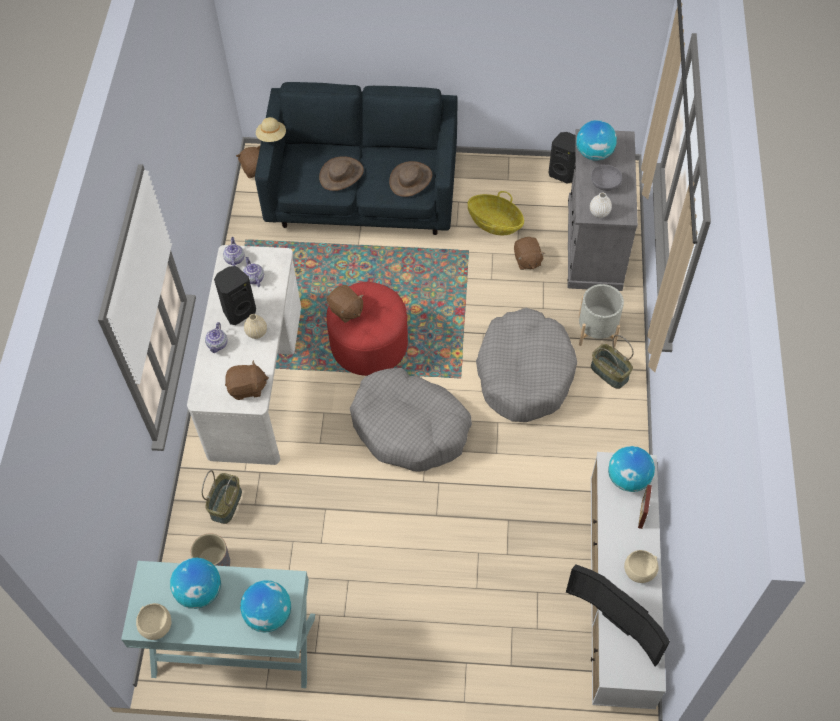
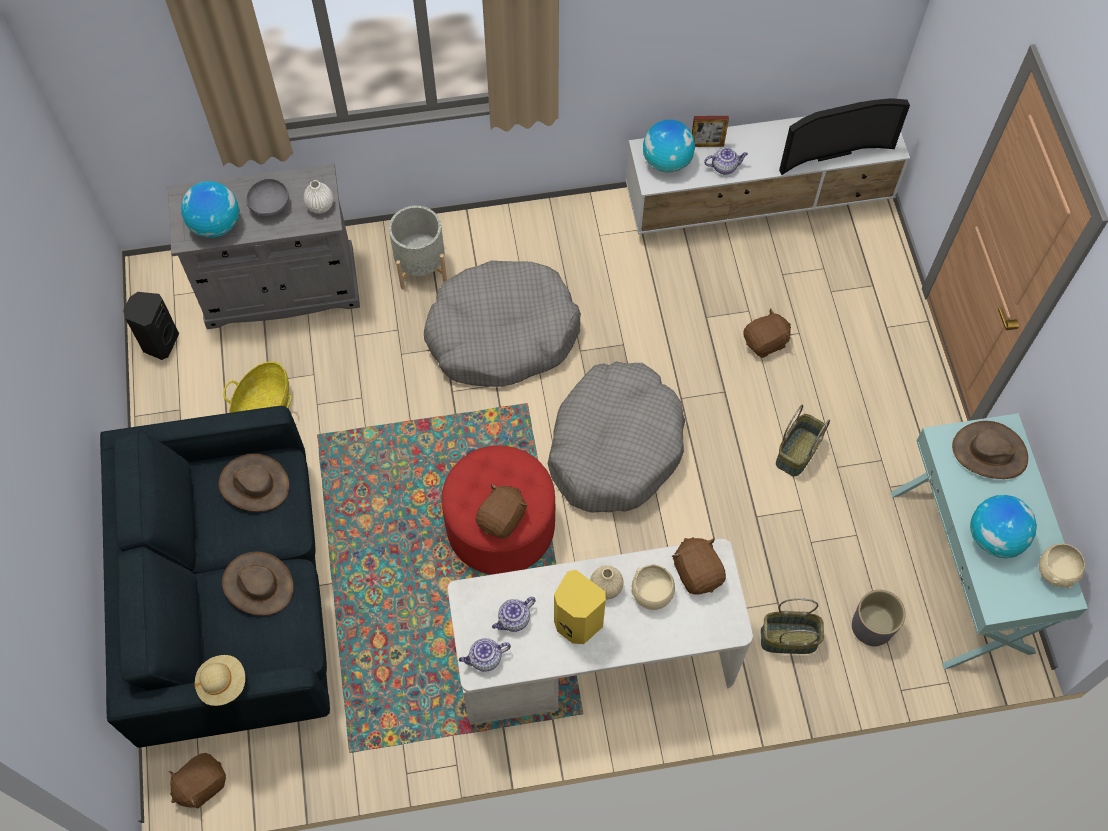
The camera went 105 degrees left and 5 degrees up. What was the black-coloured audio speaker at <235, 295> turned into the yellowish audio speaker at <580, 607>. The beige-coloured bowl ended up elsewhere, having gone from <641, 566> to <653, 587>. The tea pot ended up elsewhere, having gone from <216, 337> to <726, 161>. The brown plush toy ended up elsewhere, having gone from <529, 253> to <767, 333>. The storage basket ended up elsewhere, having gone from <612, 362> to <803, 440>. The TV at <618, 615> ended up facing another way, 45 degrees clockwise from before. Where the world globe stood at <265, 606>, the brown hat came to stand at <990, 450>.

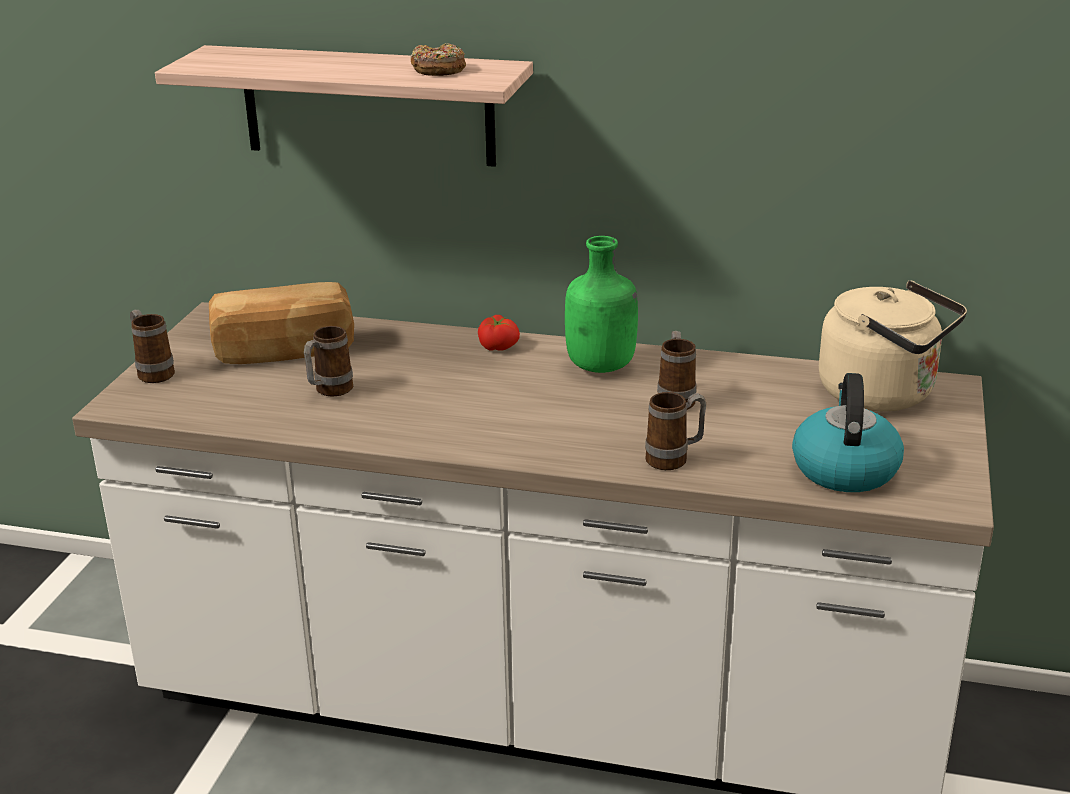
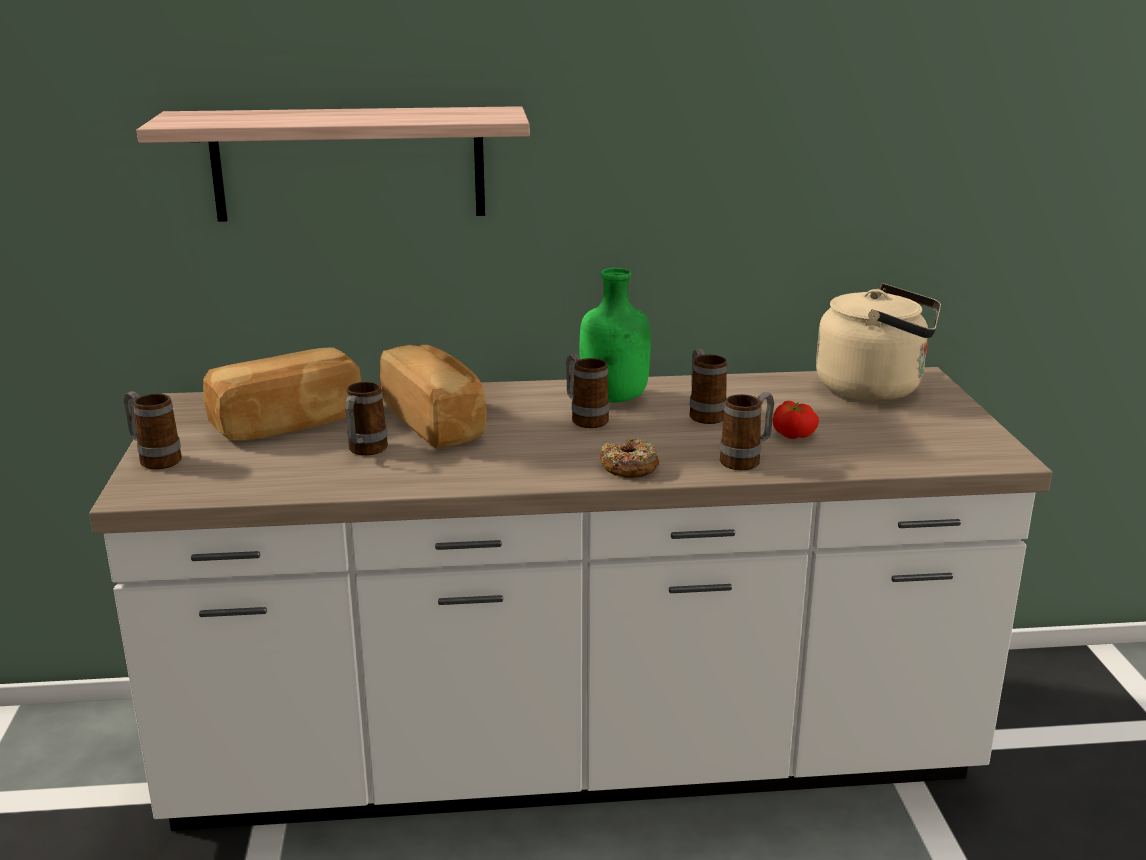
The camera went 20 degrees left and 5 degrees down. The second view gained the bread at <433, 397>. The second view gained the mug at <588, 391>. The ring doughnut ended up elsewhere, having gone from <438, 59> to <629, 458>. The tomato ended up elsewhere, having gone from <499, 333> to <796, 420>. The second view lost the water kettle at <848, 432>.

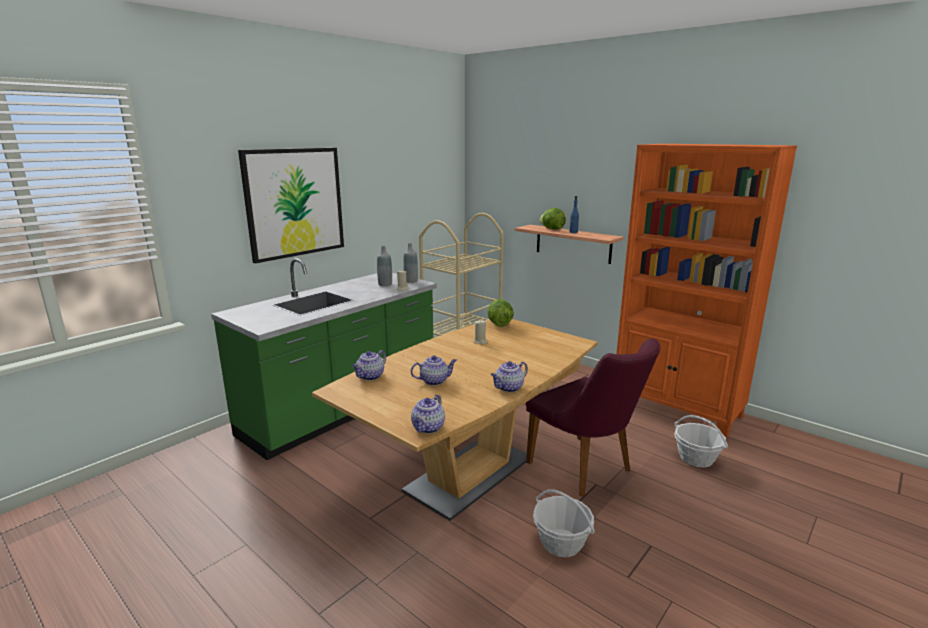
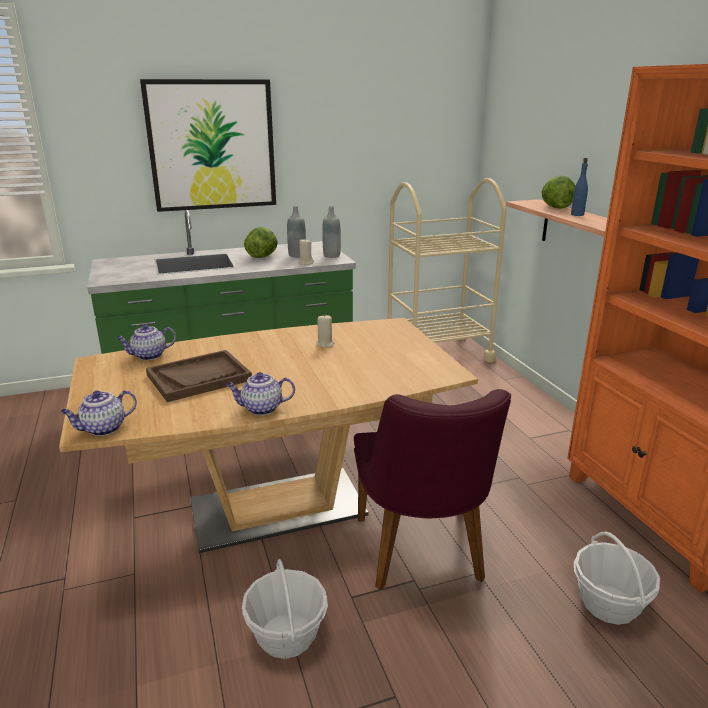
The camera went 30 degrees right and 5 degrees up. Where the tea pot stood at <434, 370>, the brown tray came to stand at <199, 376>. The lettuce head ended up elsewhere, having gone from <501, 313> to <261, 242>.

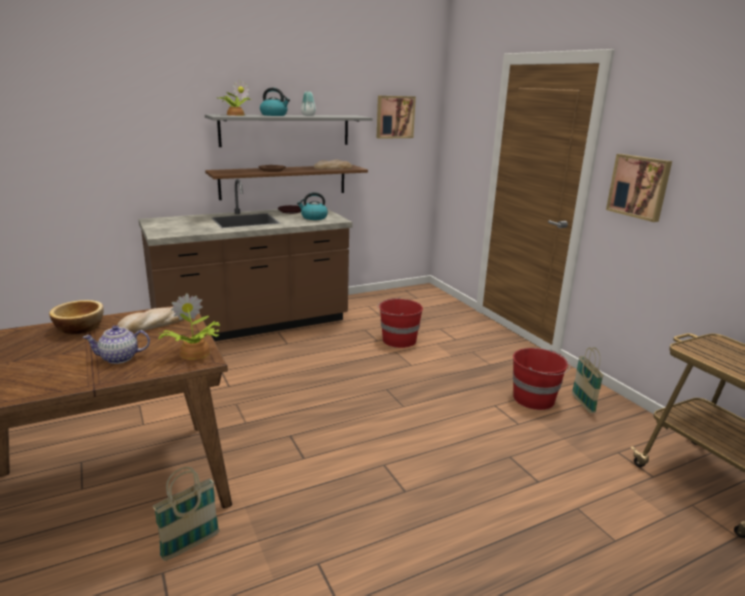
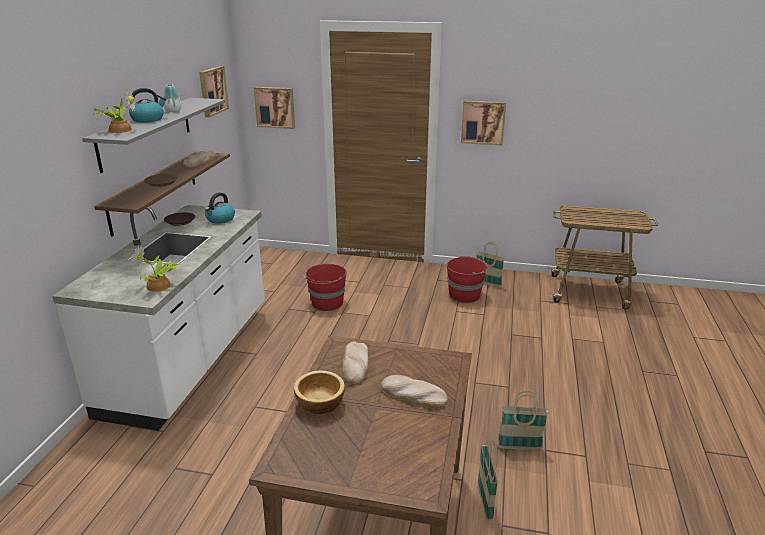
The camera went 50 degrees left and 5 degrees up. What was the brown counter at <245, 260> turned into the white-coloured counter at <158, 318>. The houseplant ended up elsewhere, having gone from <189, 326> to <156, 268>. The second view gained the wall picture at <274, 108>. Where the tea pot stood at <116, 344>, the bread came to stand at <414, 391>. The second view gained the storage basket at <523, 420>.

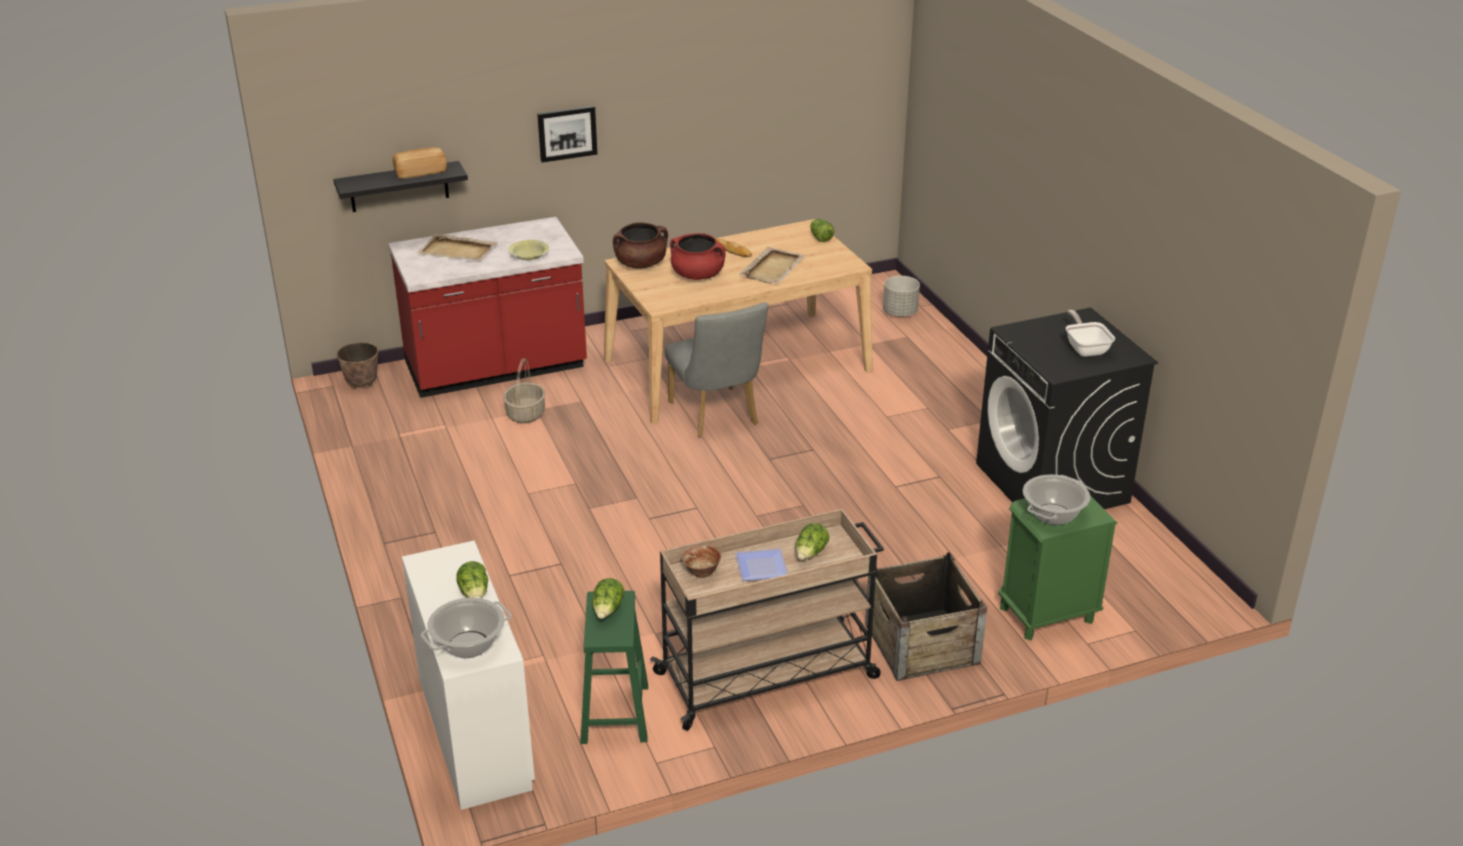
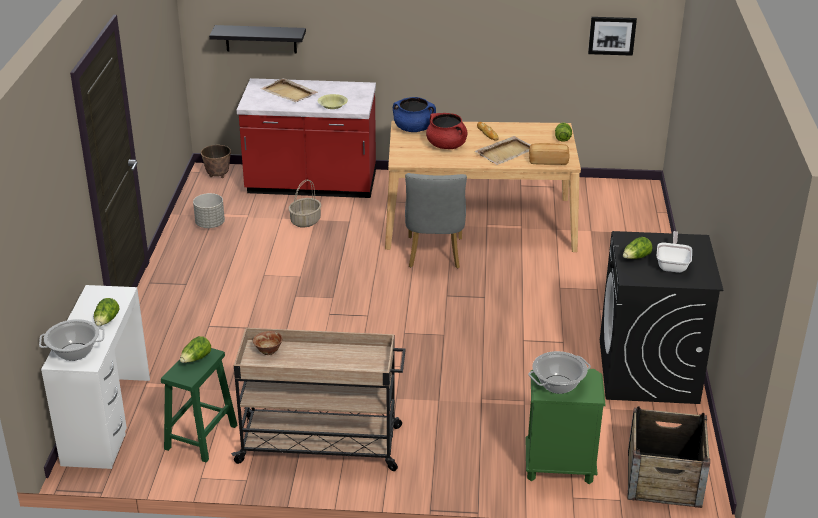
The camera went 25 degrees right and 0 degrees up. The greyish flower pot ended up elsewhere, having gone from <901, 296> to <209, 210>. What was the brown saucepot at <640, 245> turned into the bluish saucepot at <414, 114>. The bread ended up elsewhere, having gone from <420, 163> to <549, 154>. The wall picture ended up elsewhere, having gone from <567, 134> to <612, 36>. The lettuce head ended up elsewhere, having gone from <813, 541> to <637, 248>. The packing crate ended up elsewhere, having gone from <926, 616> to <668, 457>. The second view lost the flat dish at <762, 565>.

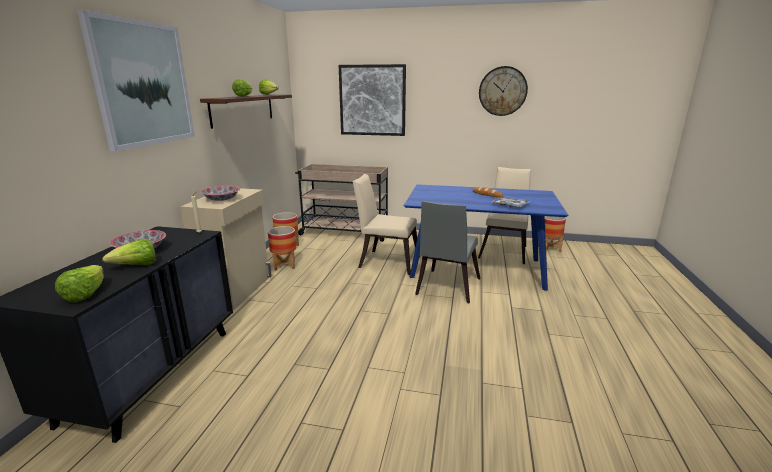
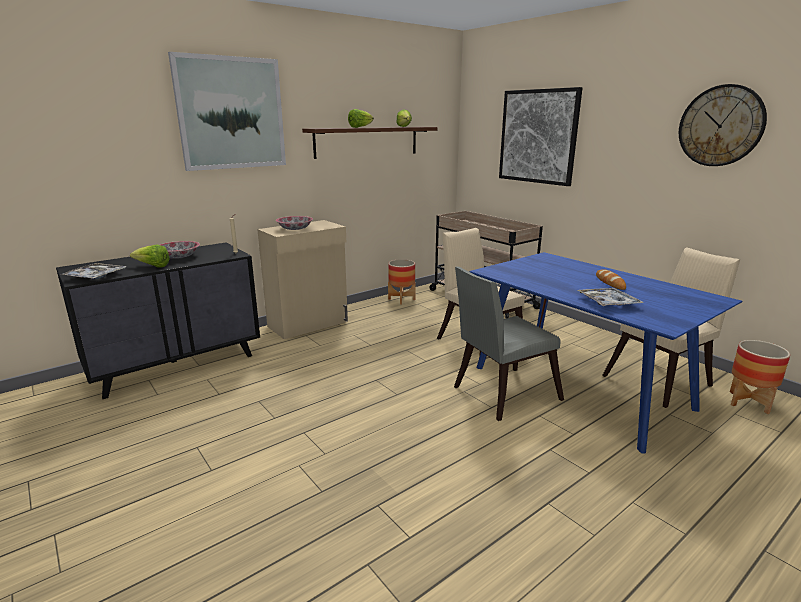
The camera went 40 degrees right and 0 degrees up. Where the lettuce head stood at <79, 283>, the tray came to stand at <94, 271>. The second view lost the flower pot at <282, 248>.

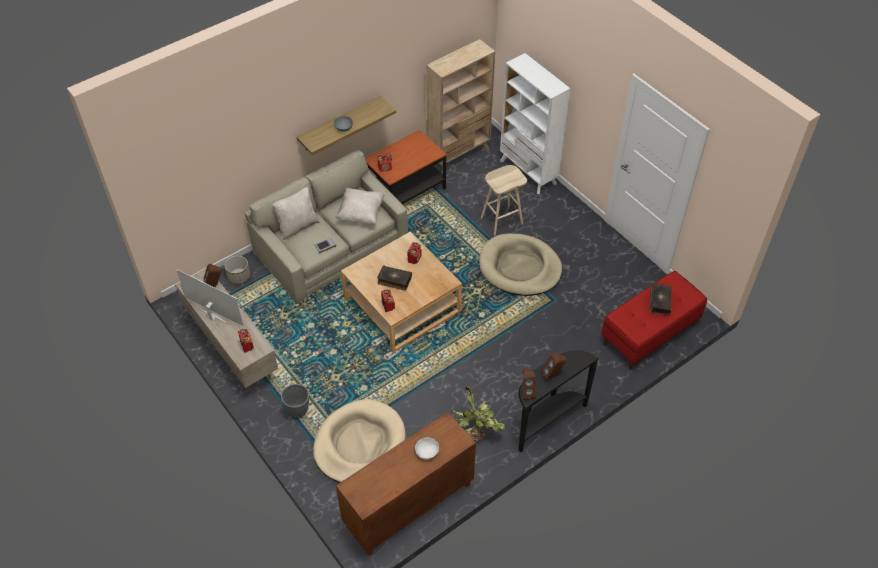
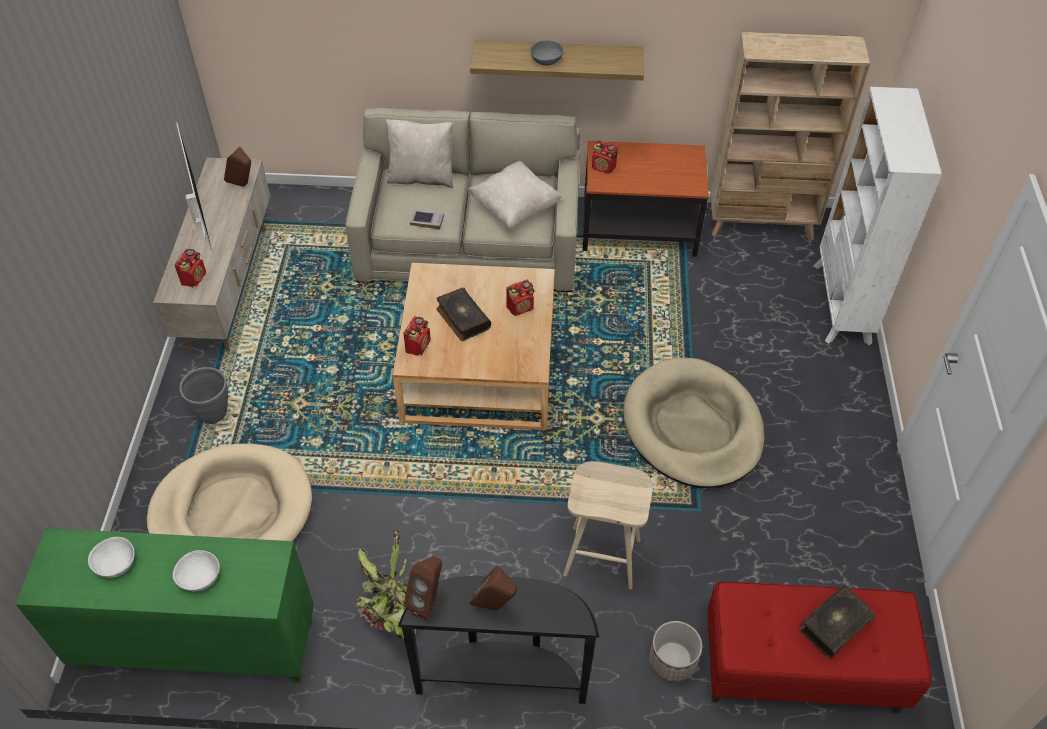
The camera went 40 degrees right and 0 degrees up. What was the brown storage cabinet at <406, 484> turned into the greenish storage cabinet at <164, 605>. The second view gained the white-coloured bowl at <111, 557>. The beige-coloured stool ended up elsewhere, having gone from <504, 200> to <608, 525>. The flower pot ended up elsewhere, having gone from <237, 270> to <675, 651>.

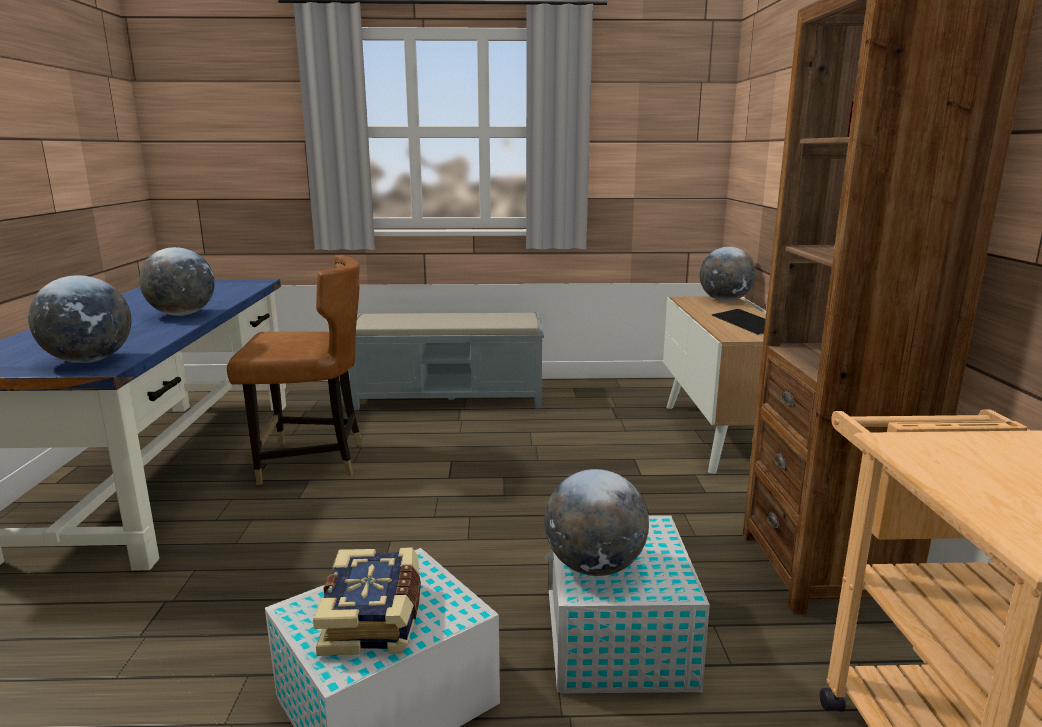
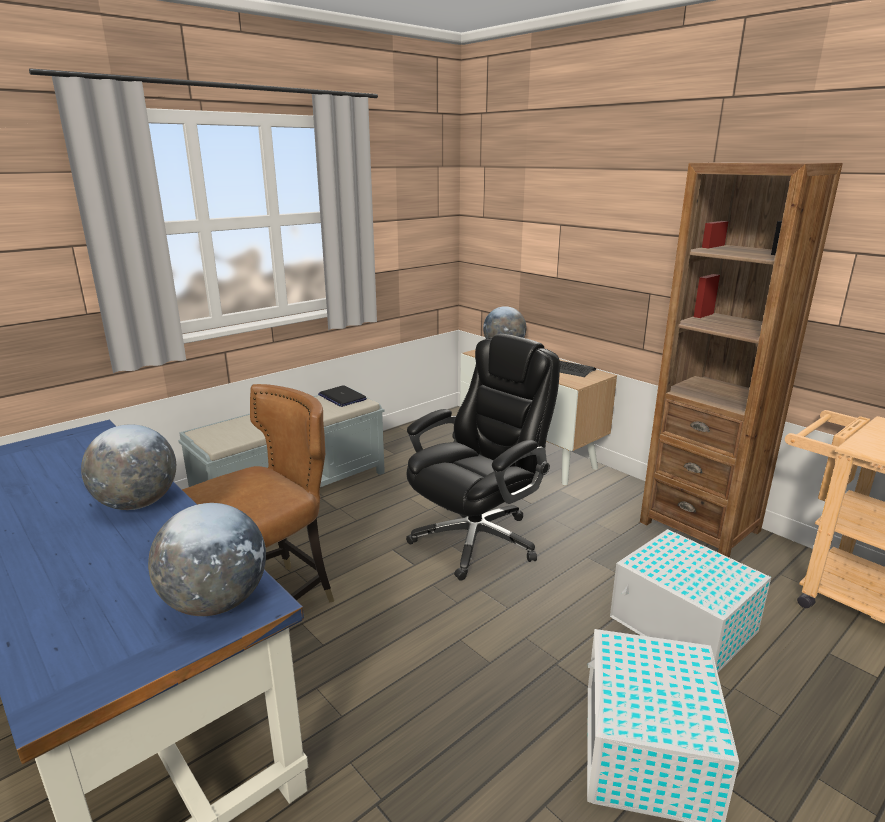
The camera went 40 degrees left and 5 degrees up. The second view gained the notebook computer at <342, 396>. The second view gained the black-coloured computer chair at <483, 457>. The second view lost the bound book at <367, 602>. The second view lost the world globe at <596, 522>.

